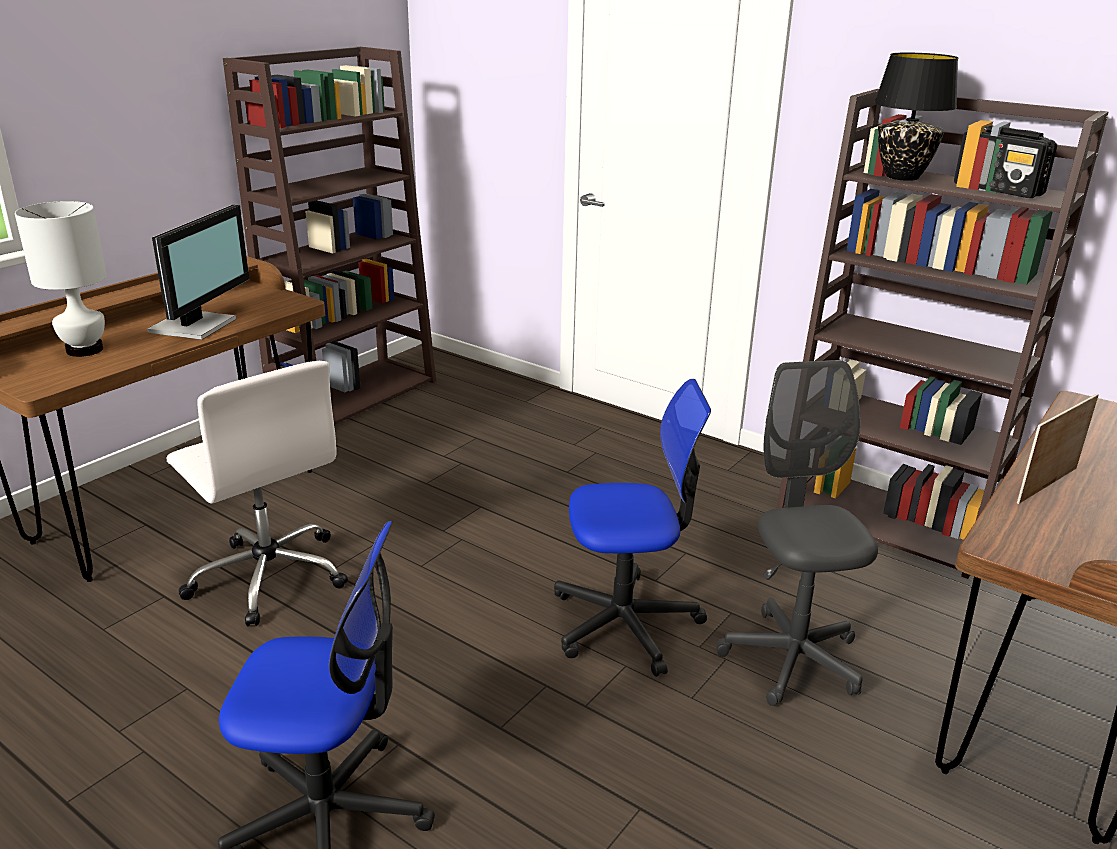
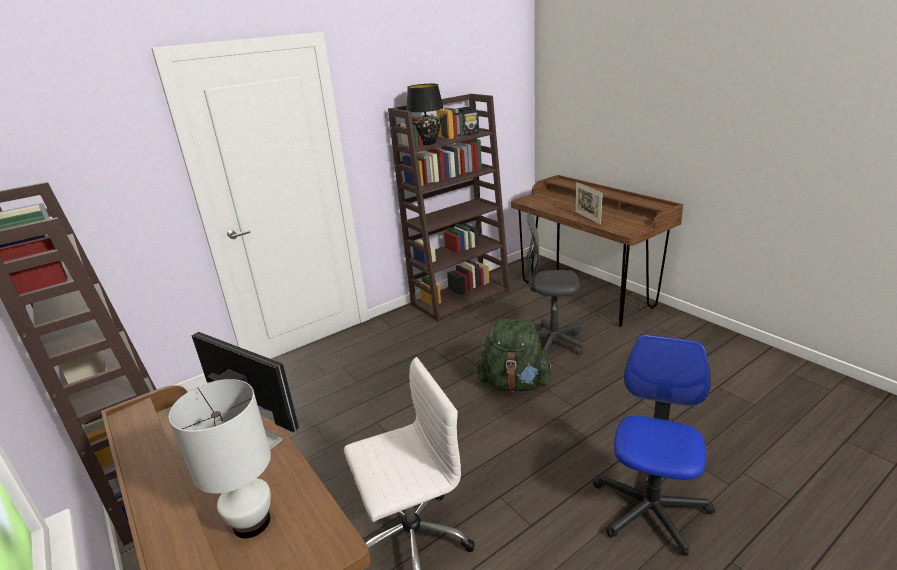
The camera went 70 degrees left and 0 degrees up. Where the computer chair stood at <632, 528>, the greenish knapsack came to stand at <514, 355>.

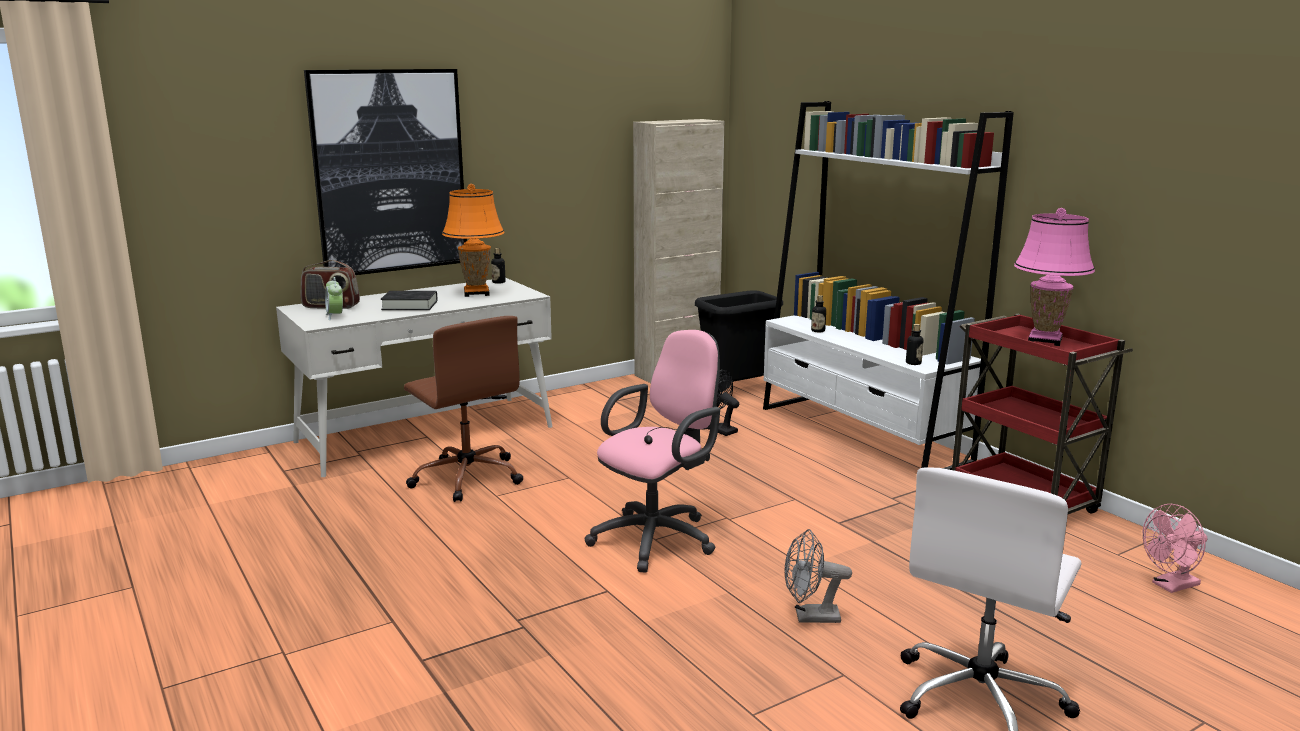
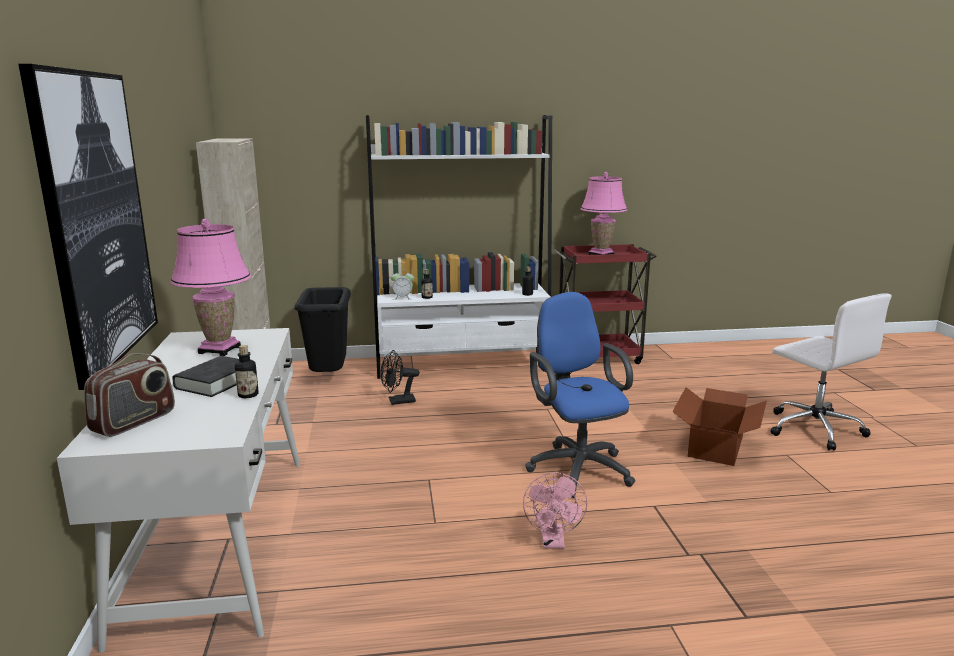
The camera went 65 degrees left and 0 degrees up. What was the orange-coloured tabletop lamp at <473, 240> turned into the pinkish tabletop lamp at <210, 287>. The beverage bottle ended up elsewhere, having gone from <498, 266> to <247, 371>. The alarm clock ended up elsewhere, having gone from <334, 298> to <402, 284>. The pinkish fan ended up elsewhere, having gone from <1175, 548> to <555, 510>. What was the pinkish computer chair at <652, 451> turned into the bluish computer chair at <580, 395>. Where the greyish fan stood at <818, 576>, the carton came to stand at <719, 426>. The second view lost the brown computer chair at <463, 409>.

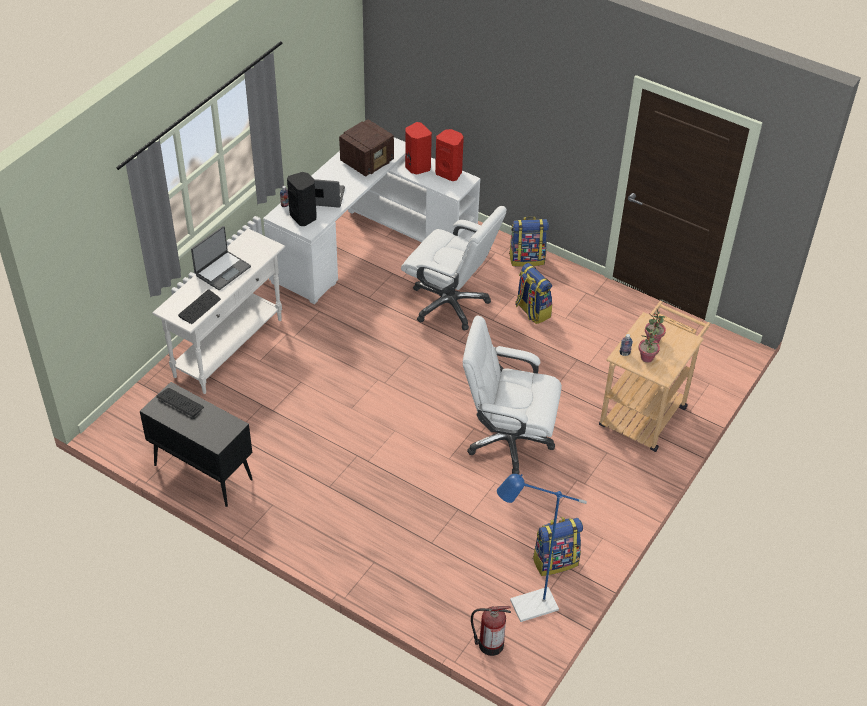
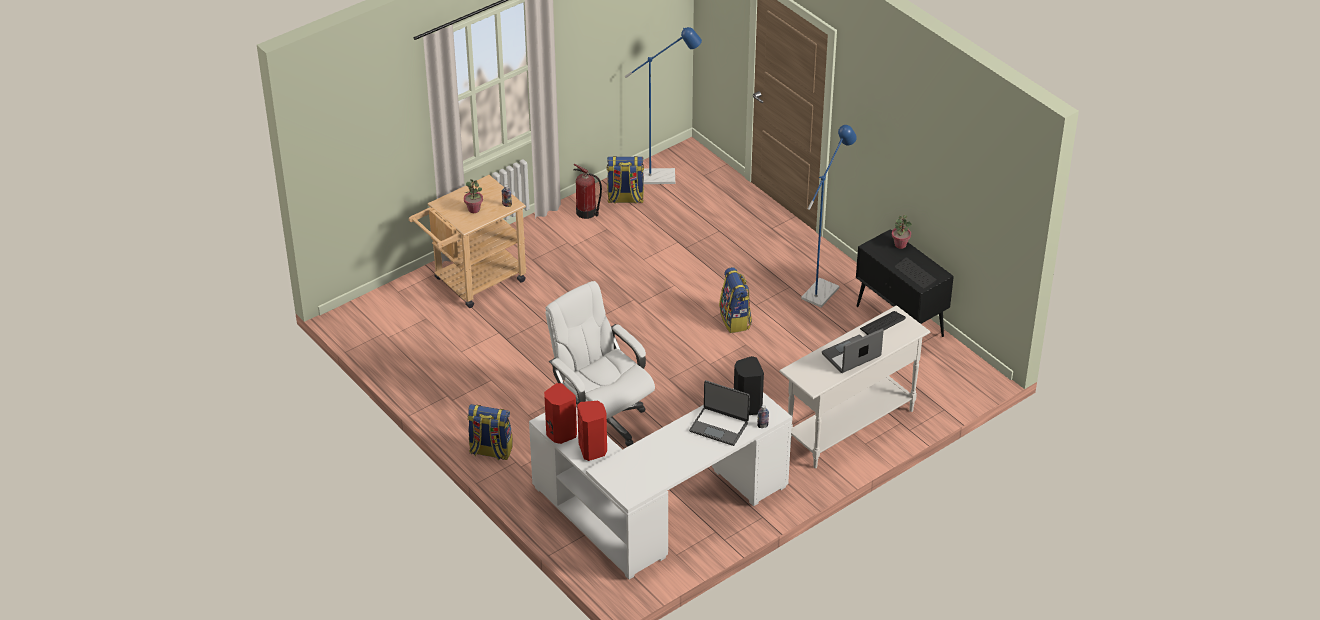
The camera went 160 degrees left and 5 degrees down. The fire-fighting cylinder ended up elsewhere, having gone from <491, 631> to <587, 191>. The knapsack ended up elsewhere, having gone from <533, 293> to <735, 300>. The second view gained the bluish standard lamp at <829, 216>. The houseplant ended up elsewhere, having gone from <649, 345> to <902, 232>. The second view lost the radio set at <366, 148>. The second view lost the white-coloured computer chair at <512, 395>.

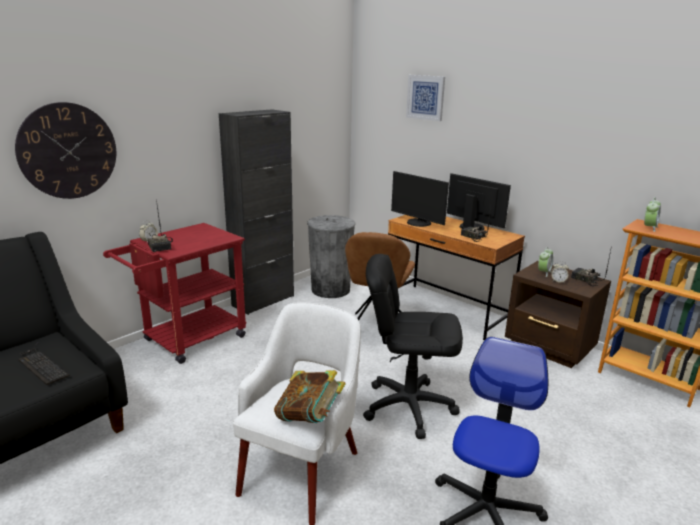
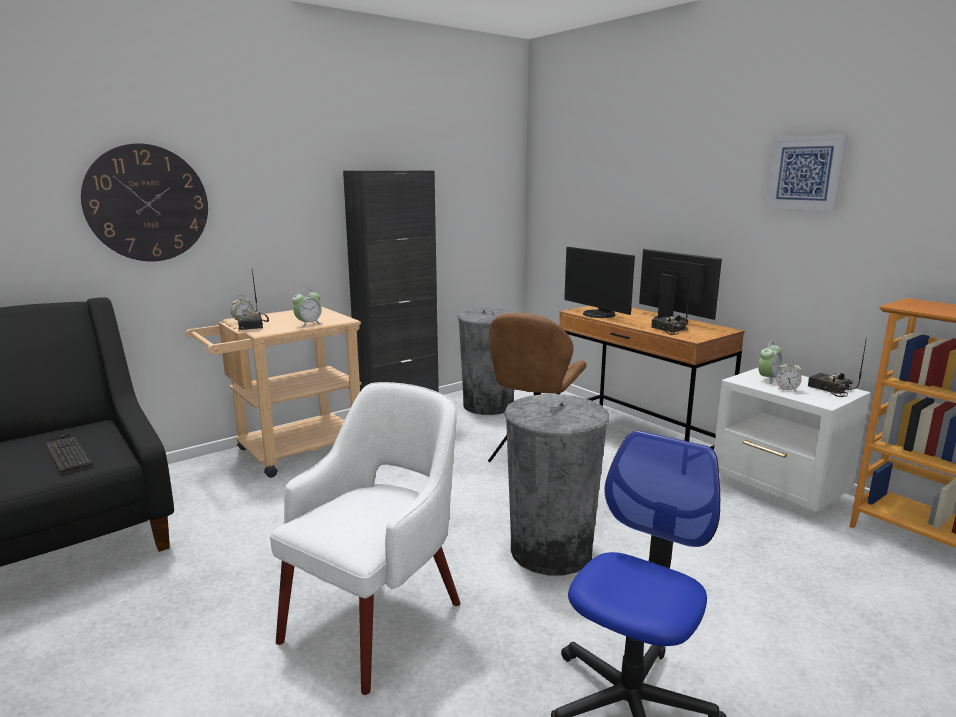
The camera went 10 degrees right and 5 degrees down. What was the red-coloured cart at <174, 293> turned into the beige-coloured cart at <274, 392>. The alarm clock ended up elsewhere, having gone from <652, 214> to <307, 308>. Where the black-coloured computer chair stood at <413, 346>, the greyish waste bin came to stand at <556, 485>. What was the brown night table at <558, 314> turned into the white-coloured night table at <792, 443>. The wall picture ended up elsewhere, having gone from <425, 98> to <806, 172>. The second view lost the bound book at <310, 396>.

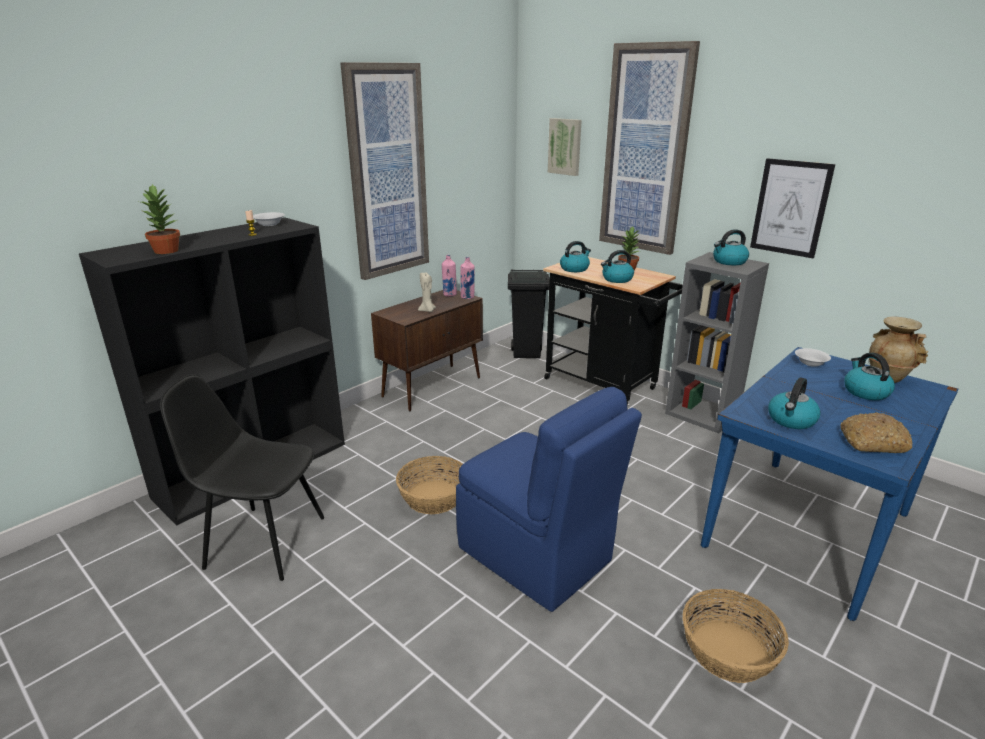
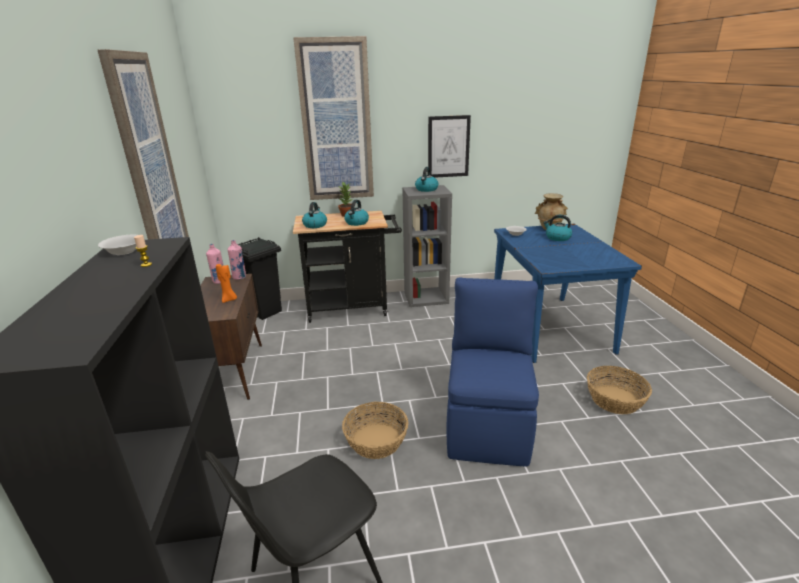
The camera went 50 degrees left and 0 degrees up. What was the beige-coloured candle at <427, 292> turned into the orange-coloured candle at <226, 283>. The bluish chair at <549, 499> ended up facing another way, 75 degrees counterclockwise from before. The second view lost the houseplant at <160, 219>. The second view lost the wall picture at <565, 147>. The second view lost the water kettle at <794, 403>. The second view lost the bread at <876, 432>.

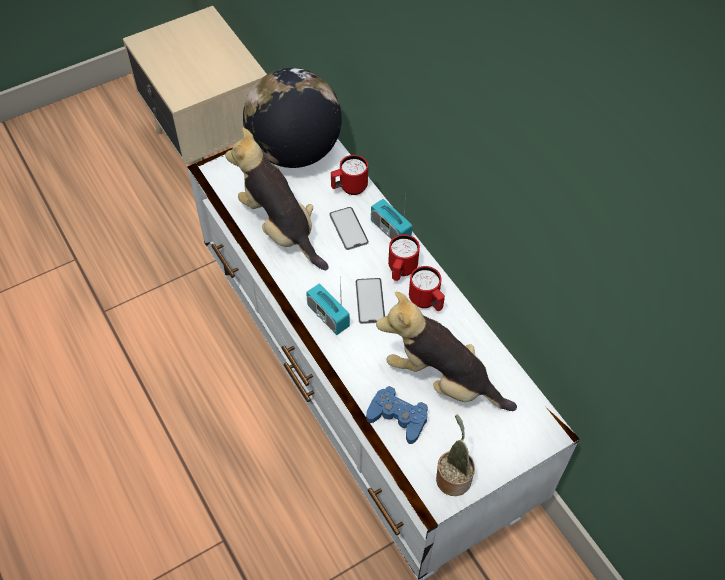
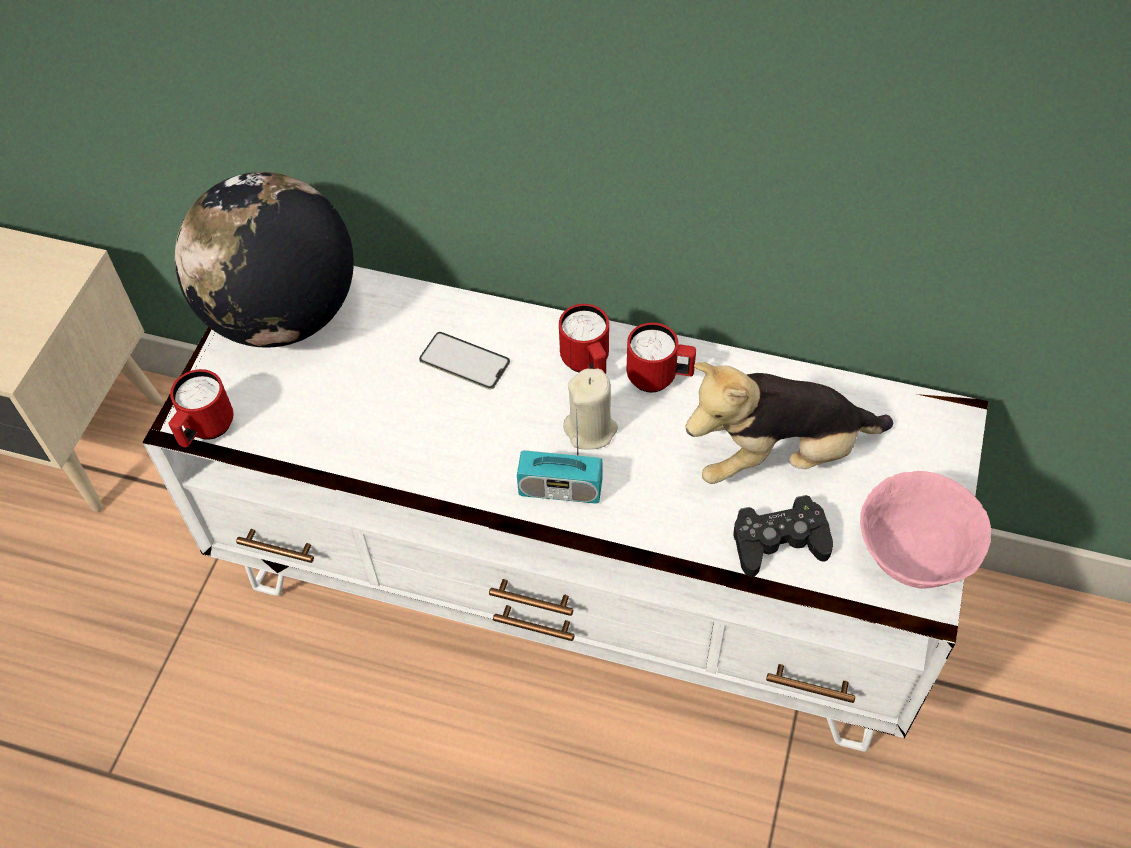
The camera went 40 degrees left and 0 degrees up. The red-coloured mug ended up elsewhere, having gone from <349, 175> to <201, 408>. Where the telephone stood at <370, 301>, the beige-coloured candle came to stand at <590, 408>. What was the bluish game controller at <397, 415> turned into the black-coloured game controller at <783, 536>. Where the houseplant stood at <455, 455>, the pinkish bowl came to stand at <925, 530>. The second view lost the plush toy at <277, 199>. The second view lost the radio set at <391, 217>.

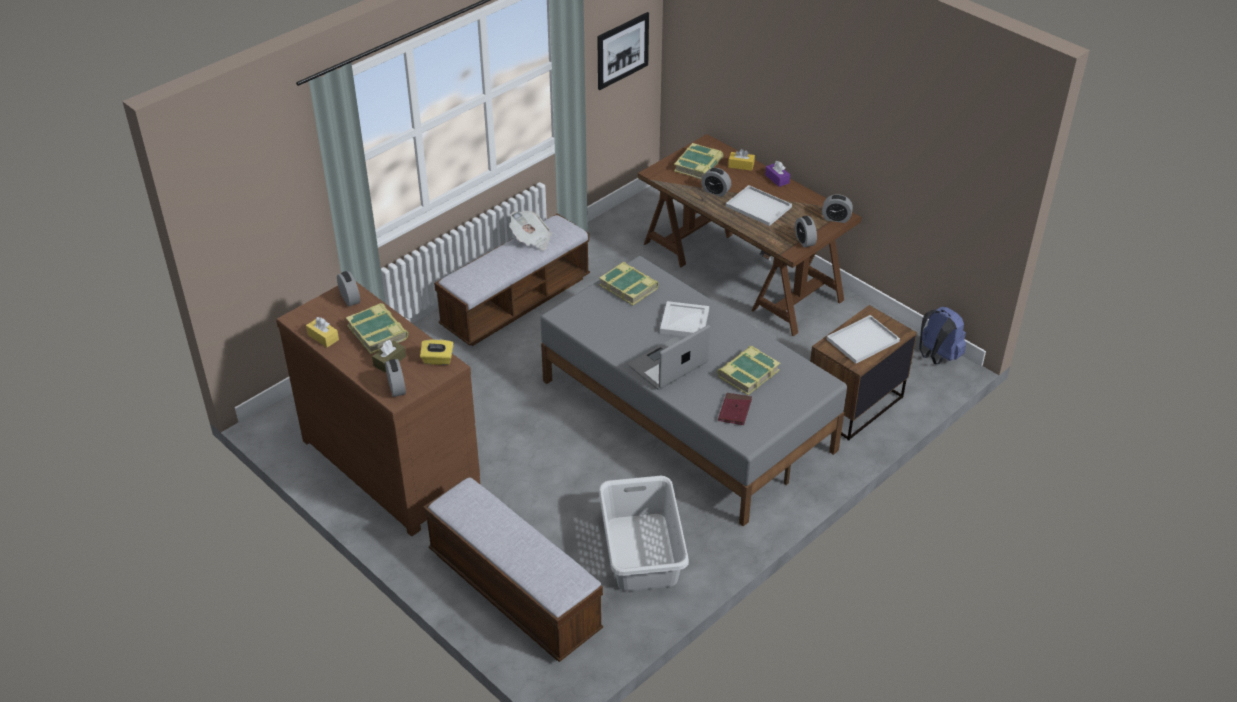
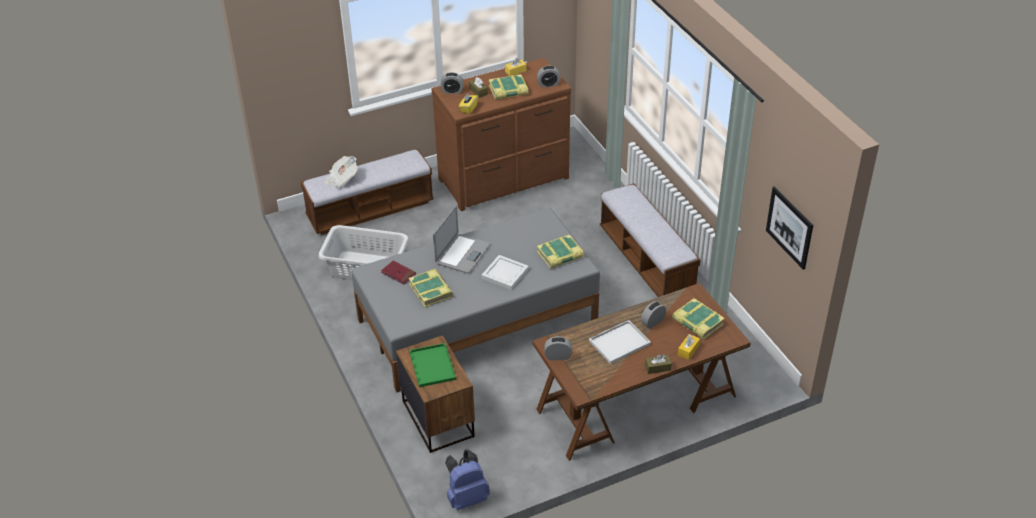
The camera went 110 degrees right and 0 degrees up. The printed paper ended up elsewhere, having gone from <530, 230> to <341, 172>. What was the white-coloured tray at <863, 339> turned into the greenish tray at <432, 365>. The notebook computer at <669, 357> ended up facing another way, 45 degrees clockwise from before. What was the purplish box of tissues at <777, 174> turned into the brown box of tissues at <658, 364>. The second view lost the alarm clock at <837, 208>.

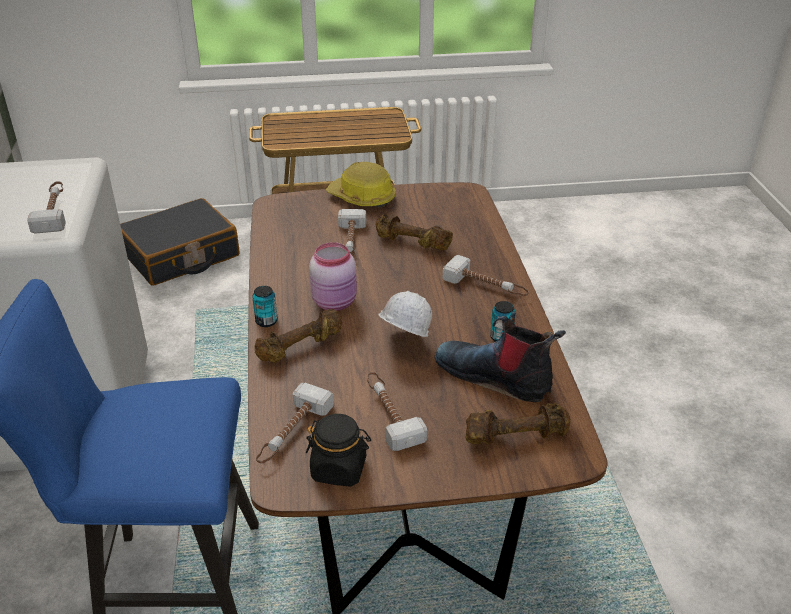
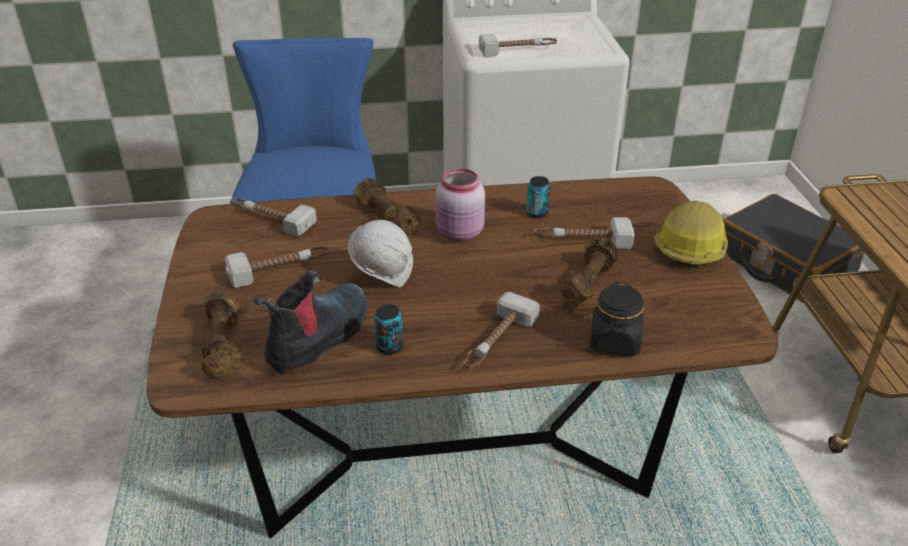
The camera went 90 degrees right and 0 degrees up. The metal can ended up elsewhere, having gone from <265, 306> to <538, 197>. The black-coloured storage jar ended up elsewhere, having gone from <338, 450> to <617, 319>.

